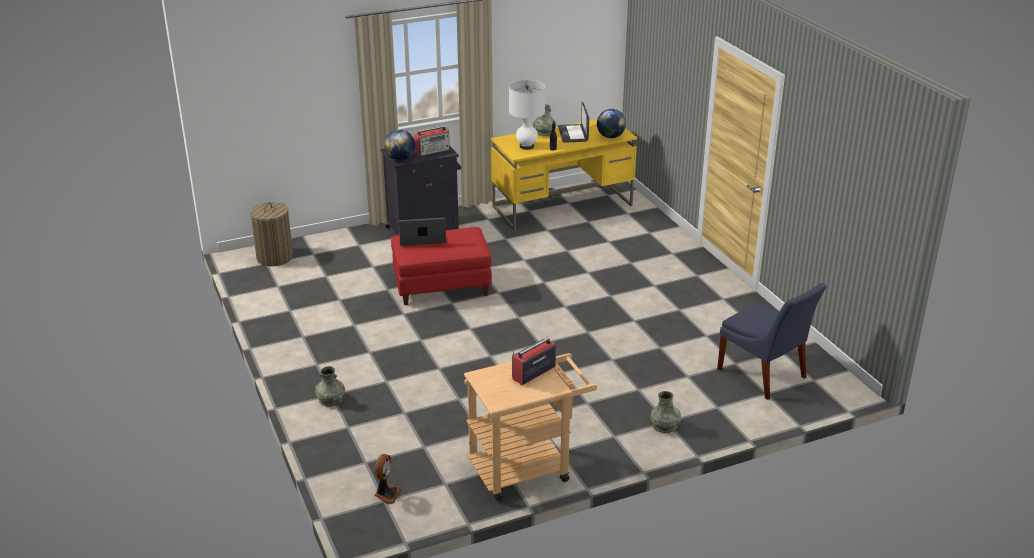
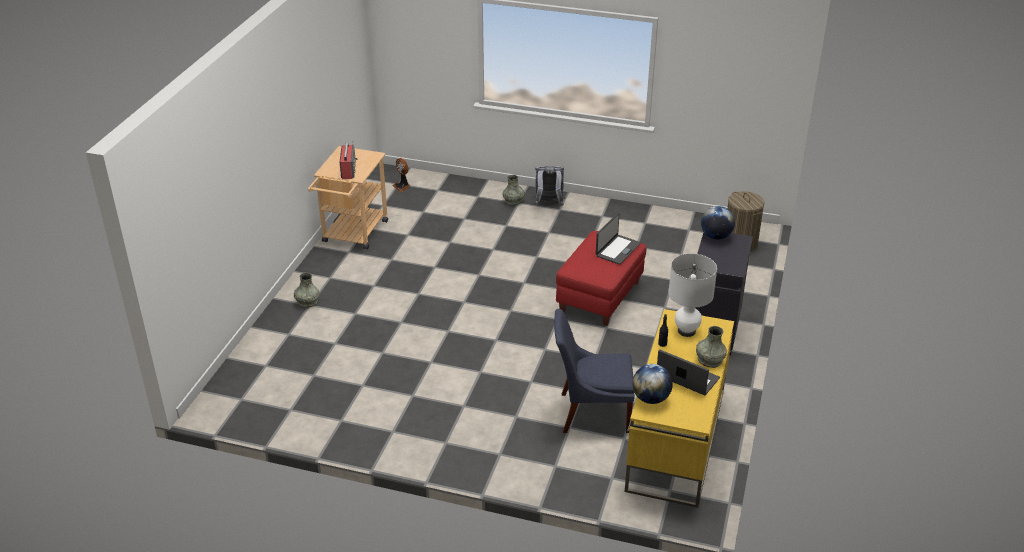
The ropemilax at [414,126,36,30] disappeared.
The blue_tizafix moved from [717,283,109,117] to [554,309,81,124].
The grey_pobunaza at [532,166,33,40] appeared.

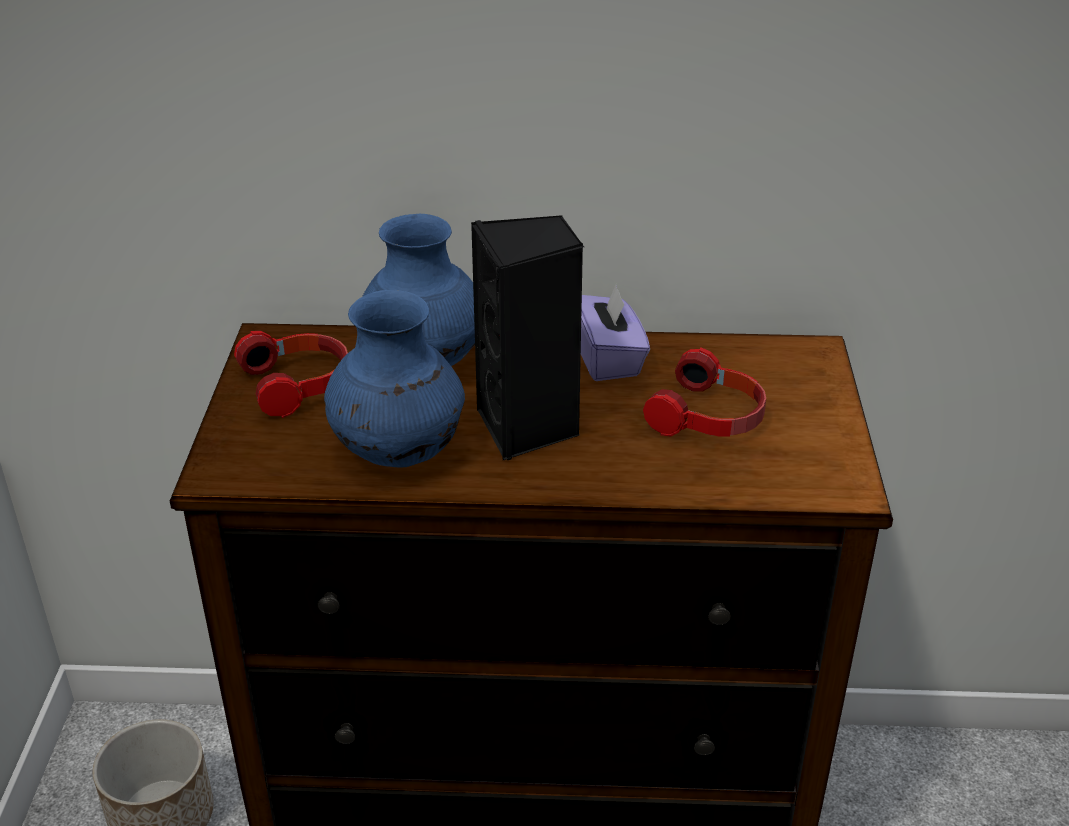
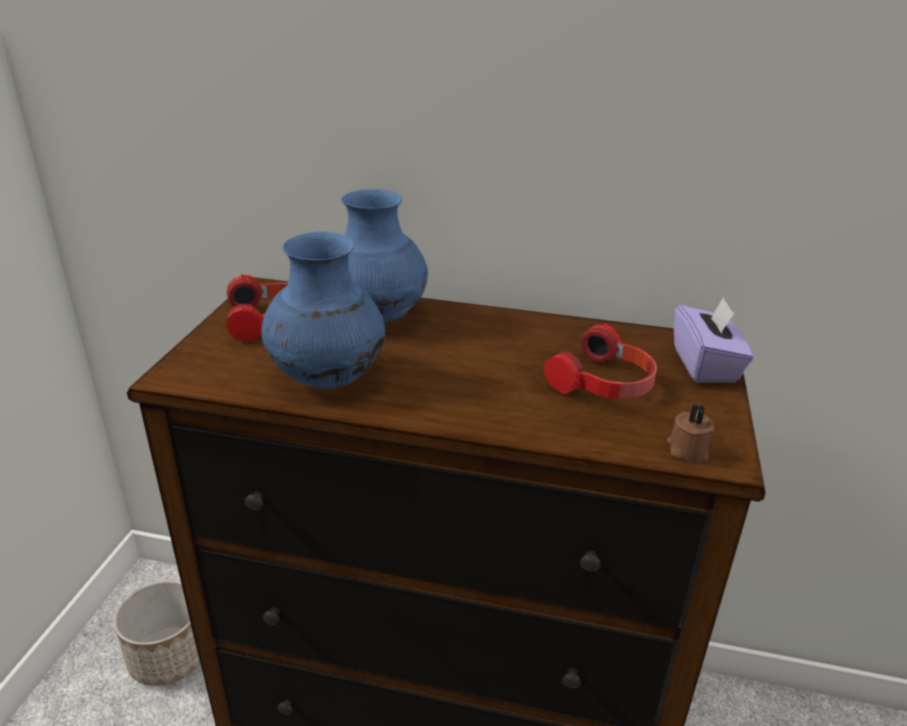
The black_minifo at [471,215,113,245] disappeared.
The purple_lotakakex moved from [581,285,69,96] to [674,297,80,86].
The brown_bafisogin at [667,403,47,59] appeared.

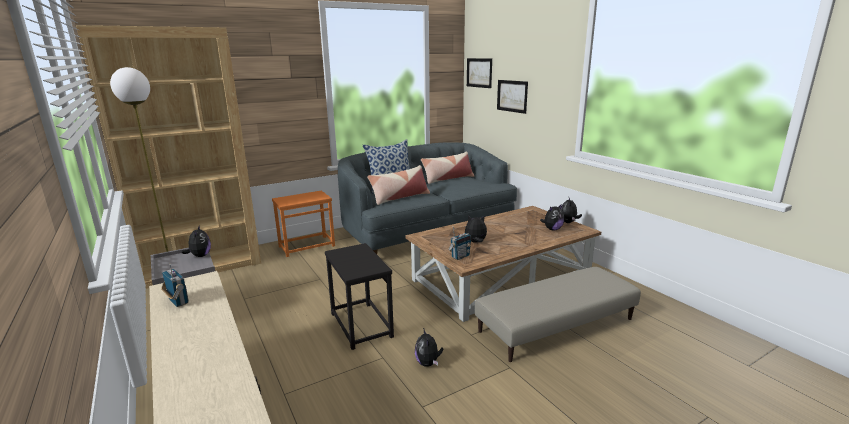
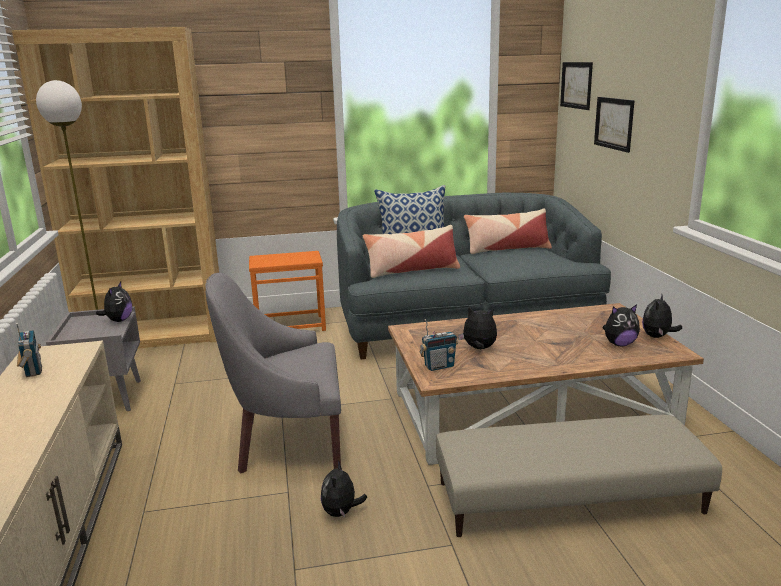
The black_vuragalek at [325,243,69,107] was replaced by the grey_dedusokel at [206,273,135,201].

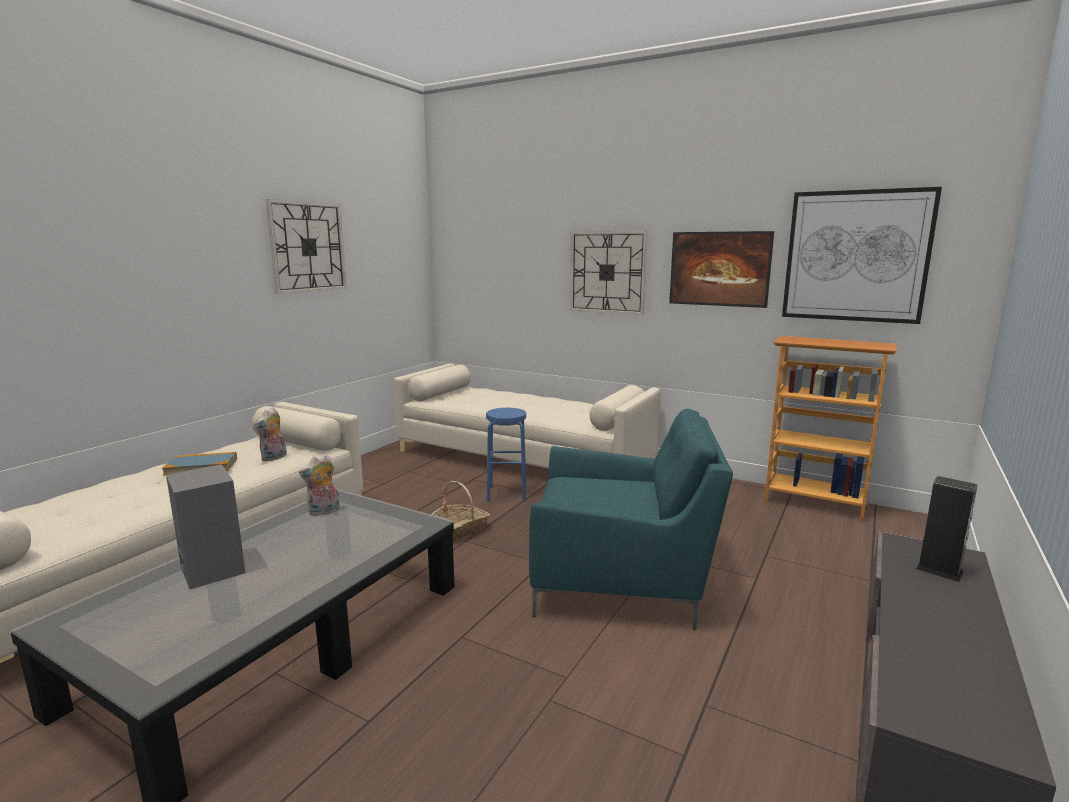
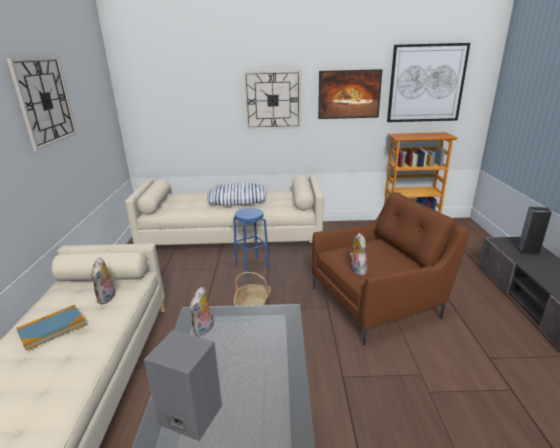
The turquoise_dedusokel at [529,409,204,221] became the brown_dedusokel at [312,192,158,154].
The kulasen at [207,183,60,23] appeared.
The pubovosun at [350,233,17,42] appeared.

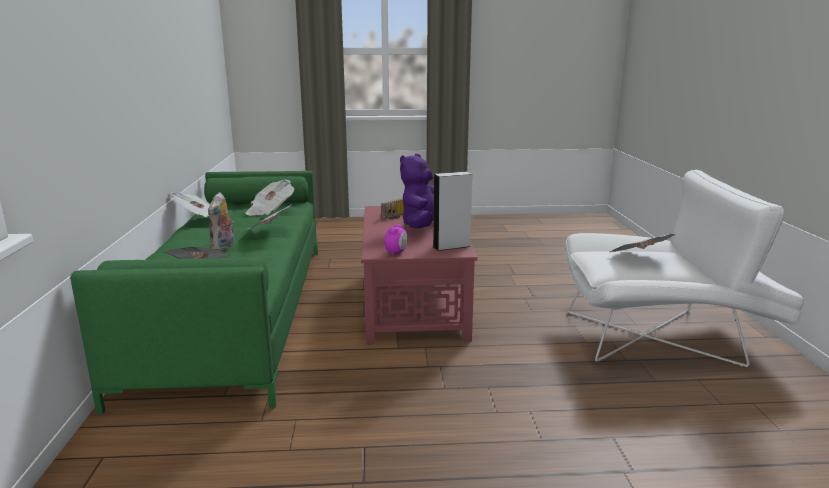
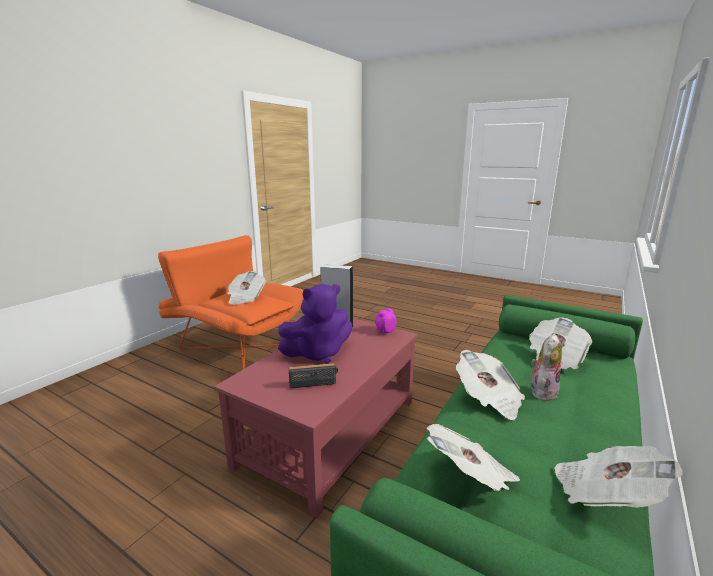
The white_dedusokel at [565,170,239,197] became the orange_dedusokel at [158,235,146,134].

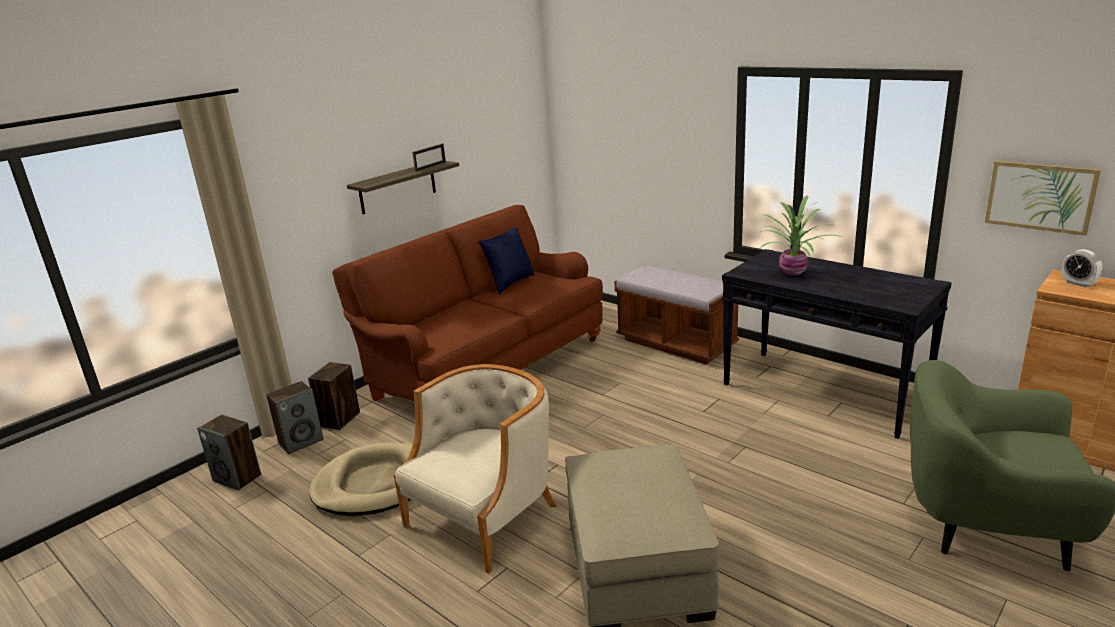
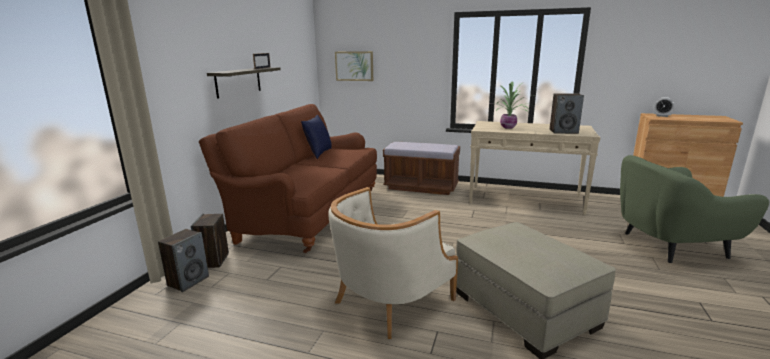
The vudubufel moved from [985,161,116,75] to [335,51,38,30].
The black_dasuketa at [722,249,230,190] became the beige_dasuketa at [469,121,131,94].
The beige_dedusokel at [393,364,164,210] turned 150 degrees counterclockwise.
The minifo moved from [197,415,64,75] to [550,93,34,41].
The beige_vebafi at [309,442,104,74] disappeared.

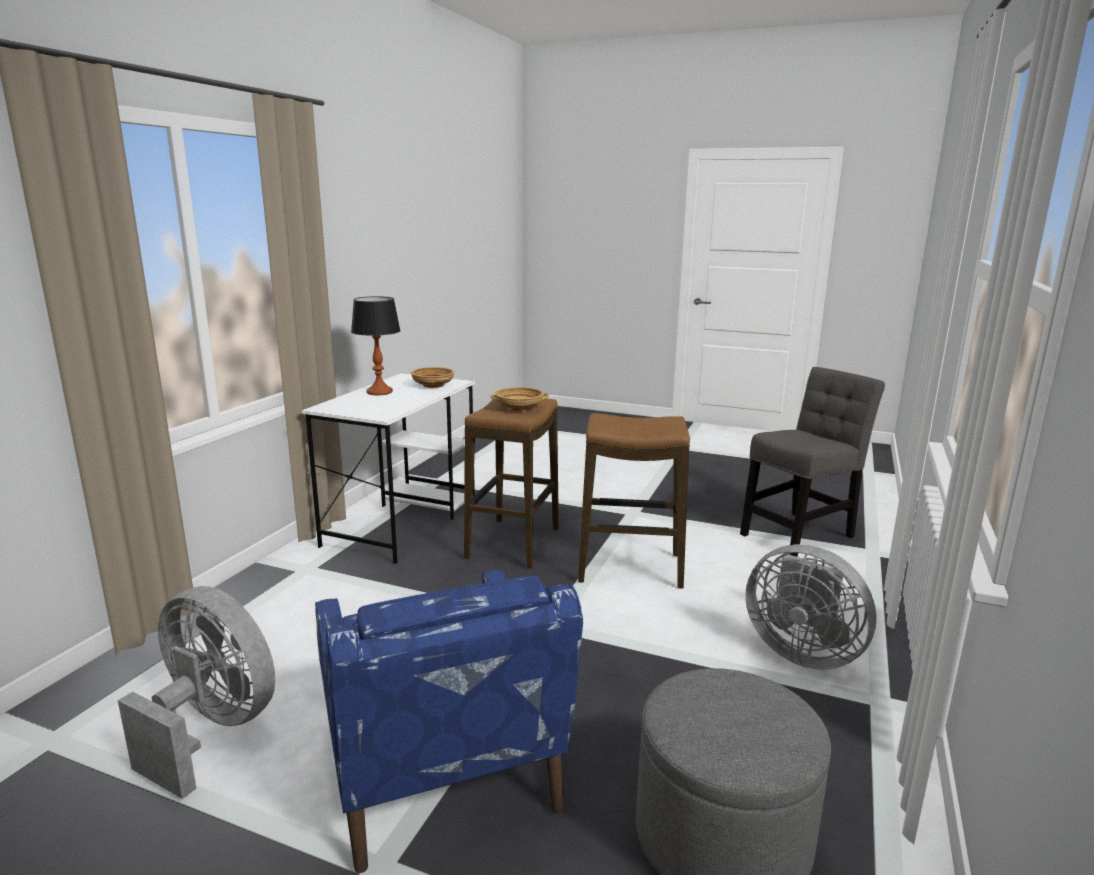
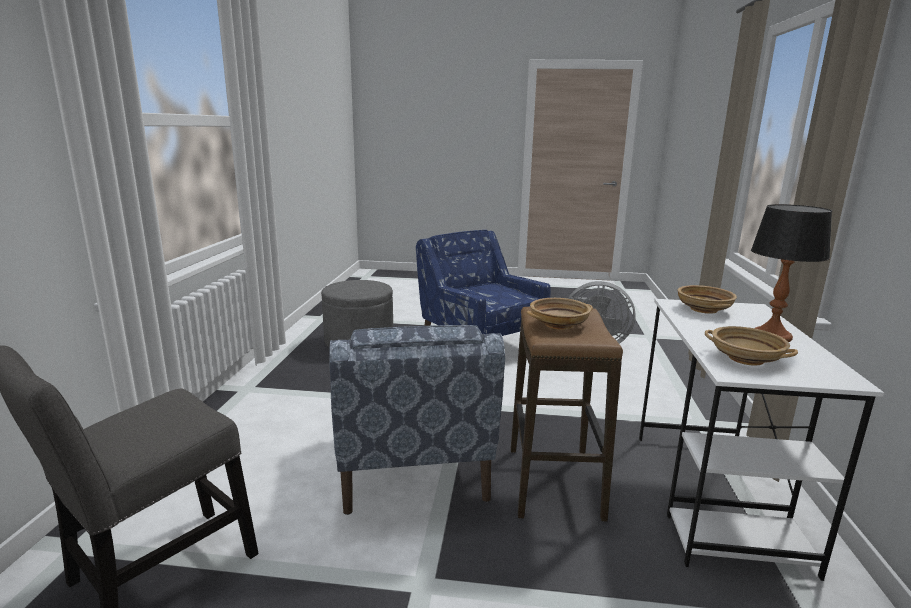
The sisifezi at [578,413,112,176] was replaced by the blue_dedusokel at [329,325,176,190].
The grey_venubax at [746,544,131,126] disappeared.
The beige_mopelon at [677,285,60,29] appeared.

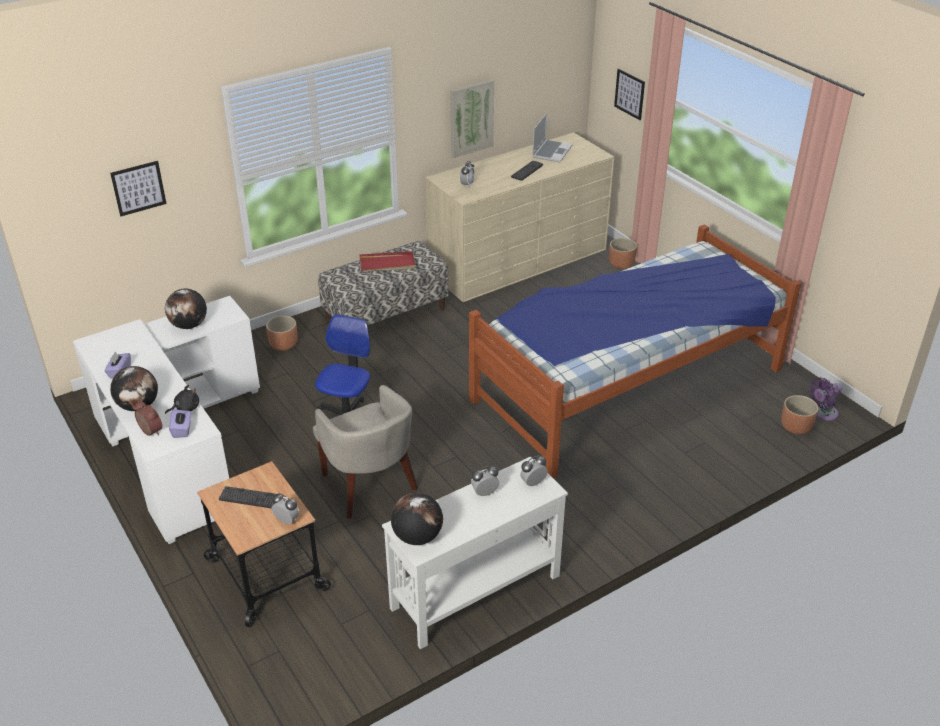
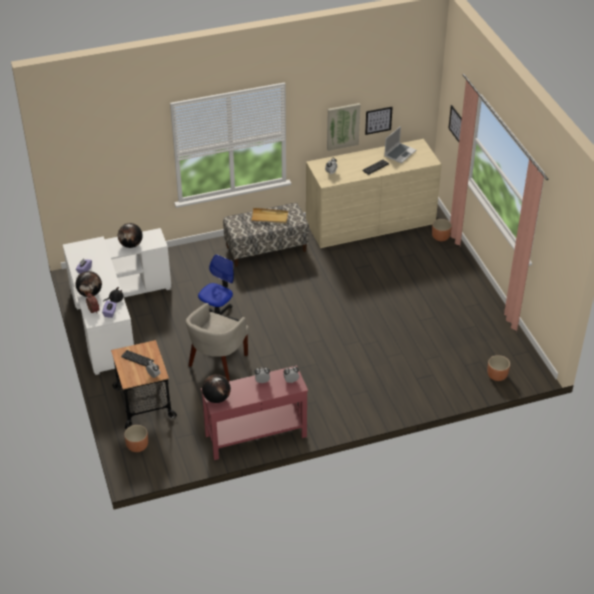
The vudubufel moved from [110,161,57,55] to [365,107,28,28].
The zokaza at [469,224,332,254] disappeared.
The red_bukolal at [359,251,57,21] became the beige_bukolal at [251,208,37,16].
The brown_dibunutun moved from [266,316,32,35] to [124,425,24,27].
The purple_venubax at [810,377,32,44] disappeared.
The beige_dedusokel at [313,385,105,133] turned 45 degrees clockwise.
The white_dasuketa at [382,457,186,192] became the red_dasuketa at [201,365,107,95].

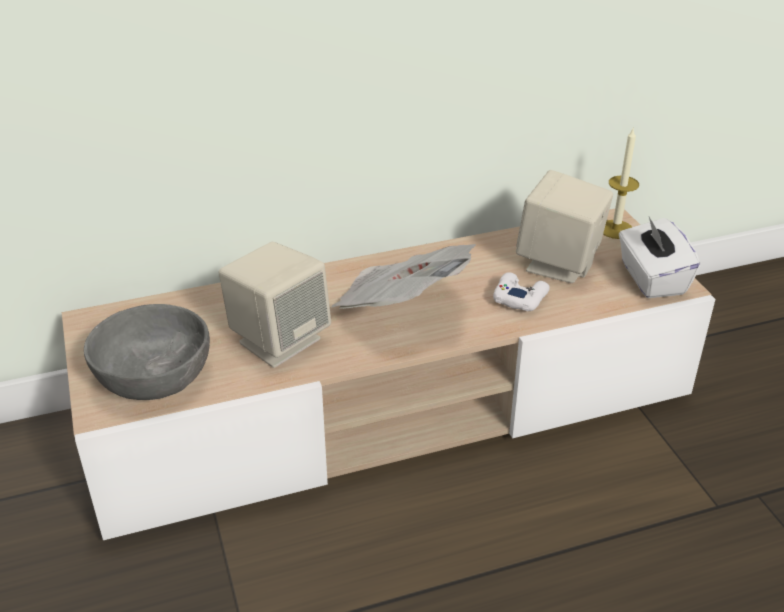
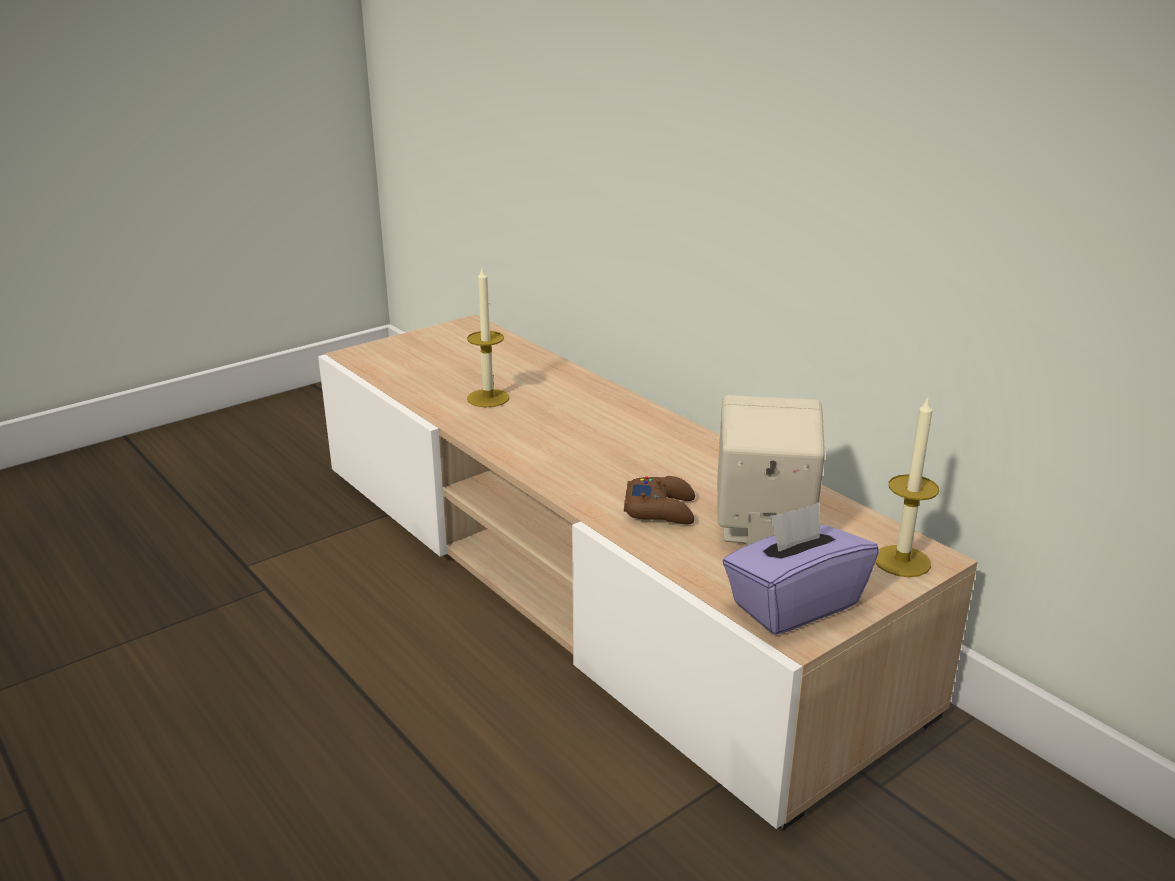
The white_lotakakex at [619,217,81,81] became the purple_lotakakex at [723,502,156,133].
The beige_minifo at [219,242,112,126] was replaced by the bafisogin at [467,266,43,141].
The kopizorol at [331,244,145,65] disappeared.
The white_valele at [493,272,57,39] became the brown_valele at [624,476,71,49].
The grey_mopelon at [84,304,126,96] disappeared.

